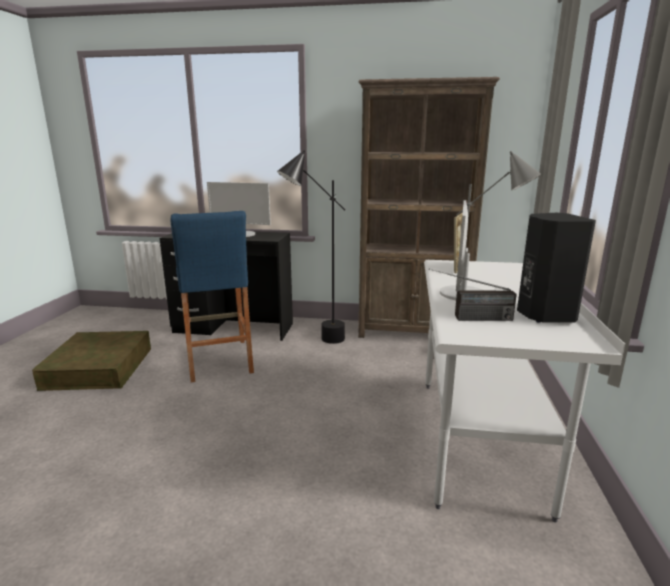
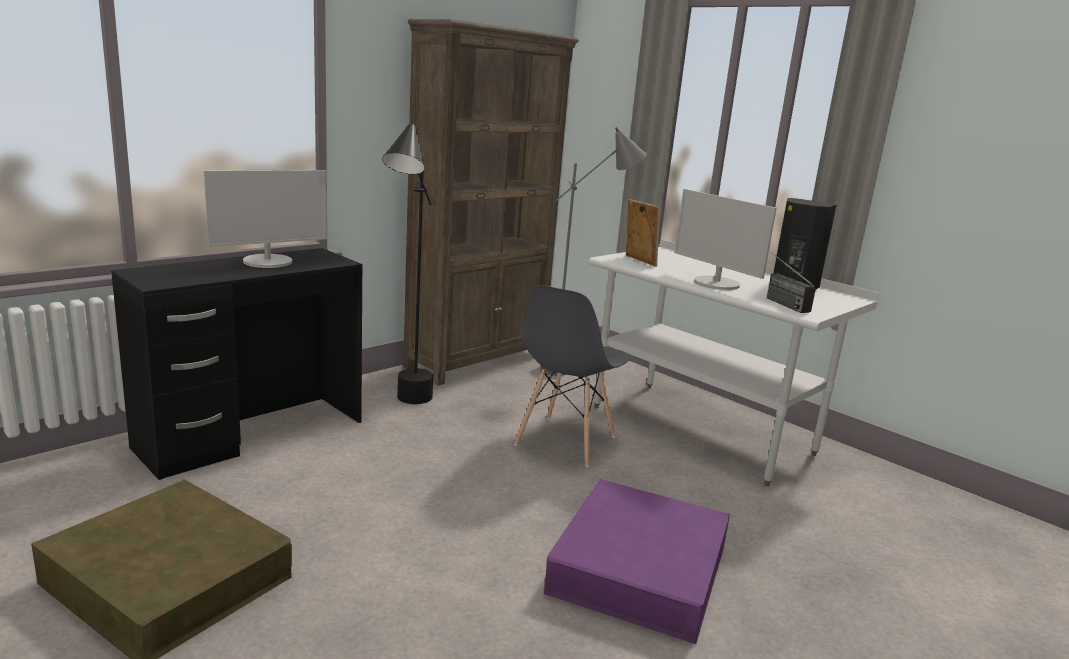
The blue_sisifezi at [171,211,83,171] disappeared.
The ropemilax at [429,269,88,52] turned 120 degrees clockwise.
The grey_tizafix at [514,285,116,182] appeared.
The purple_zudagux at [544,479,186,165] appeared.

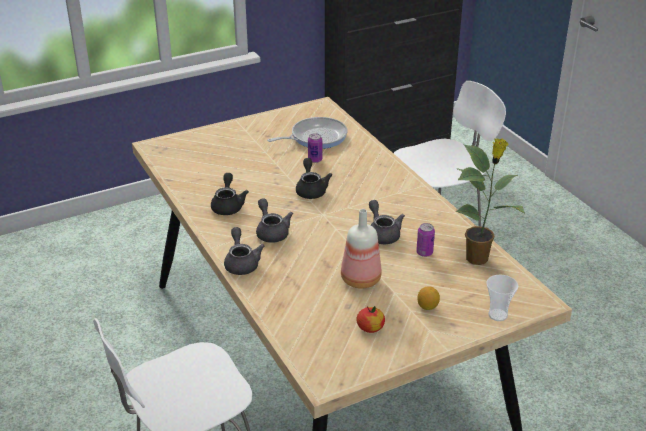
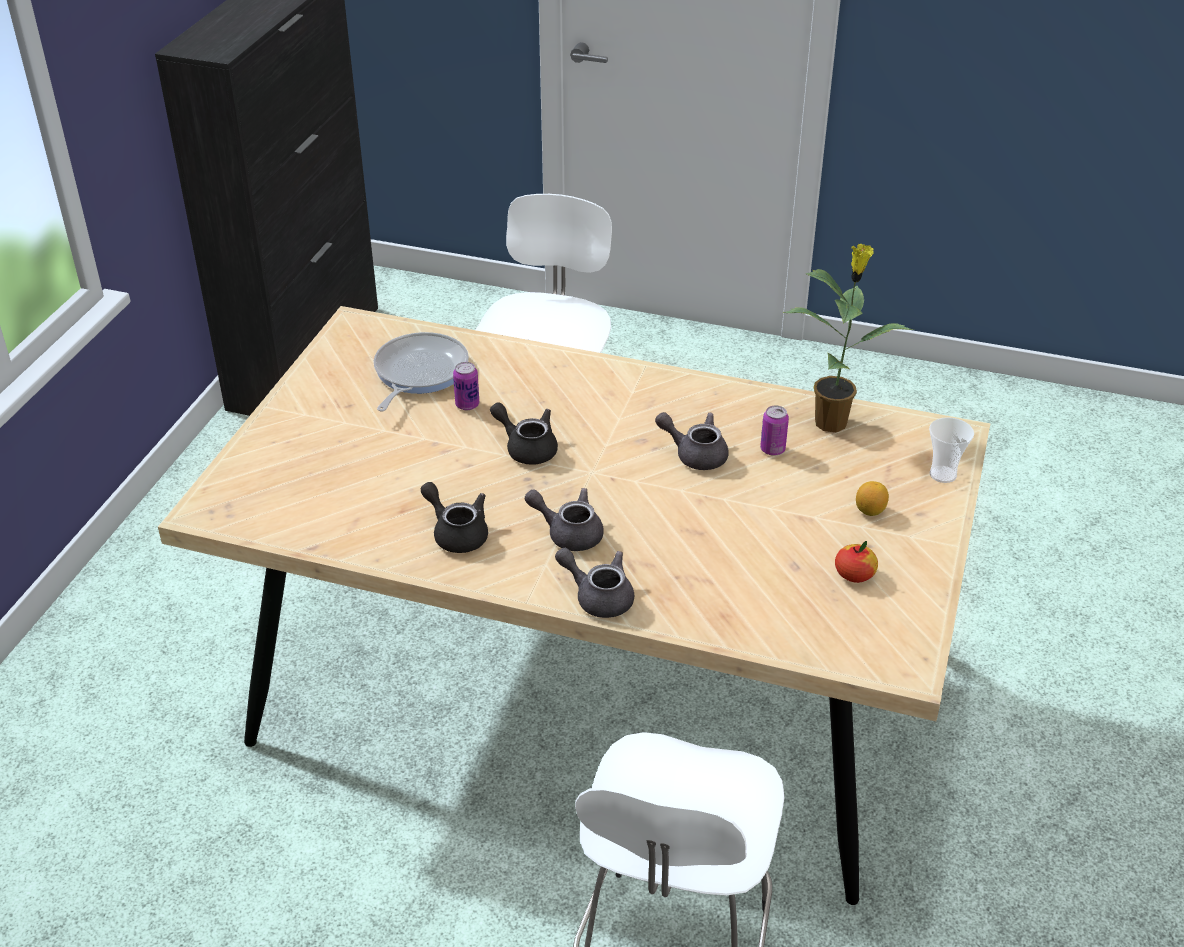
The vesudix at [341,209,41,80] disappeared.

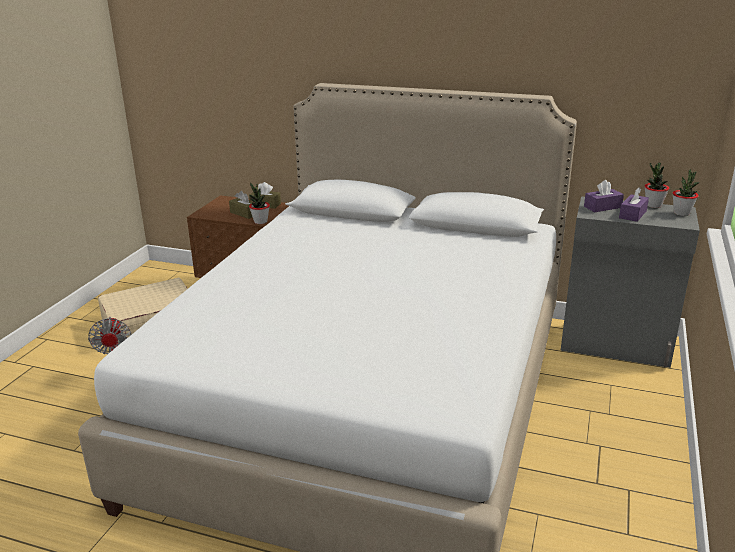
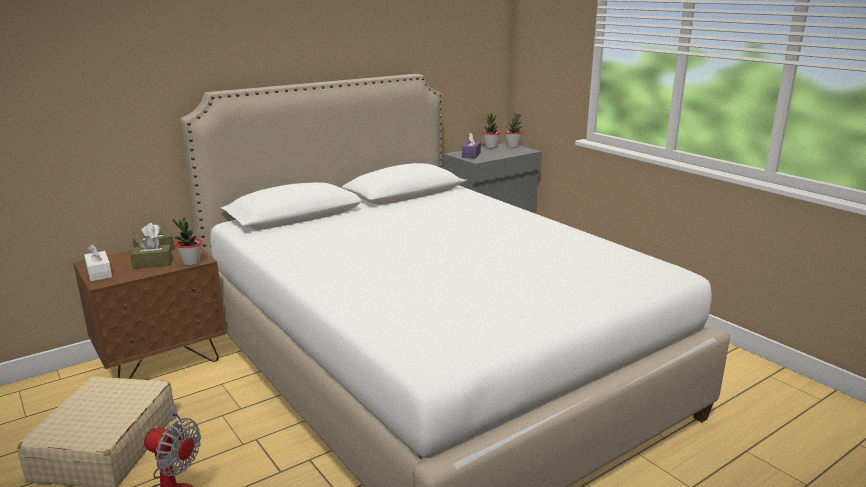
The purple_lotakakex at [619,187,30,35] disappeared.
The white_lotakakex at [84,244,28,37] appeared.

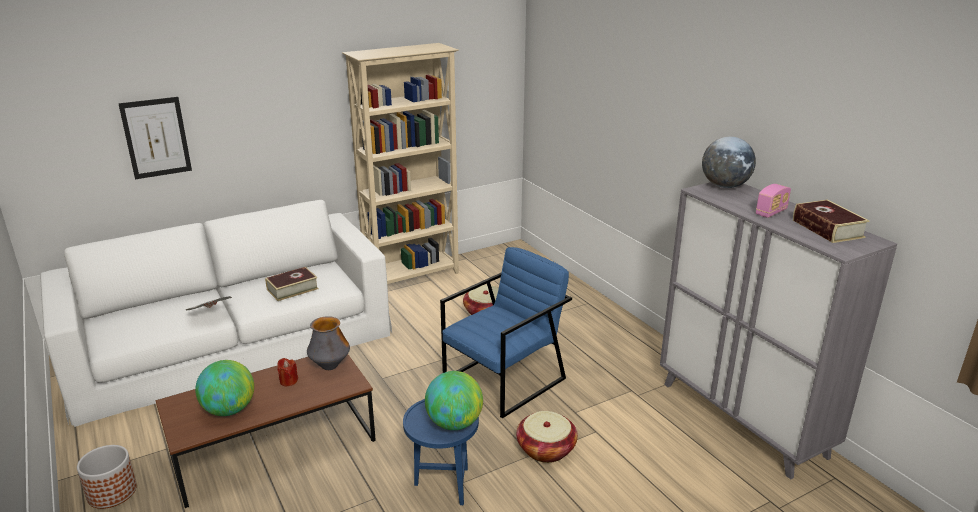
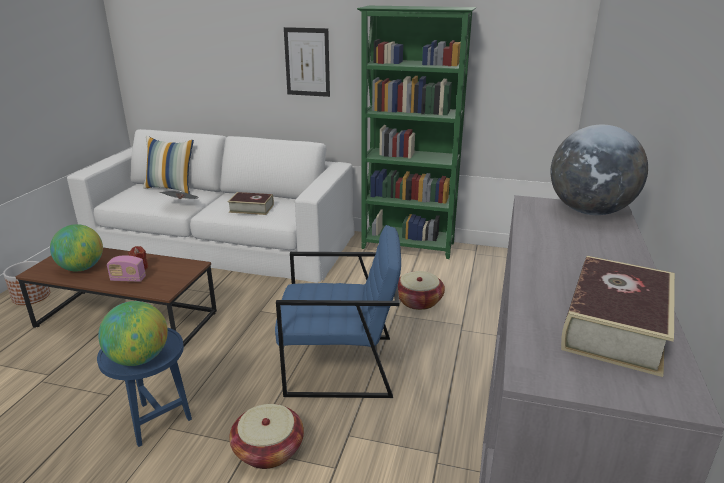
The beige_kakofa at [342,43,117,241] became the green_kakofa at [357,6,120,253].
The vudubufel moved from [118,97,74,82] to [284,27,46,70].
The ropemilax moved from [756,184,35,34] to [107,256,39,26].
The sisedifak at [307,316,43,54] disappeared.
The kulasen at [143,136,51,58] appeared.

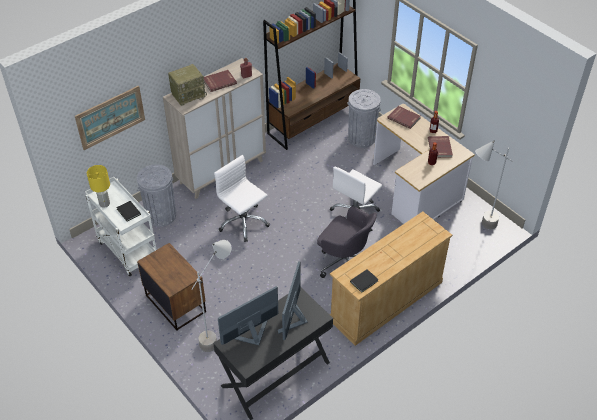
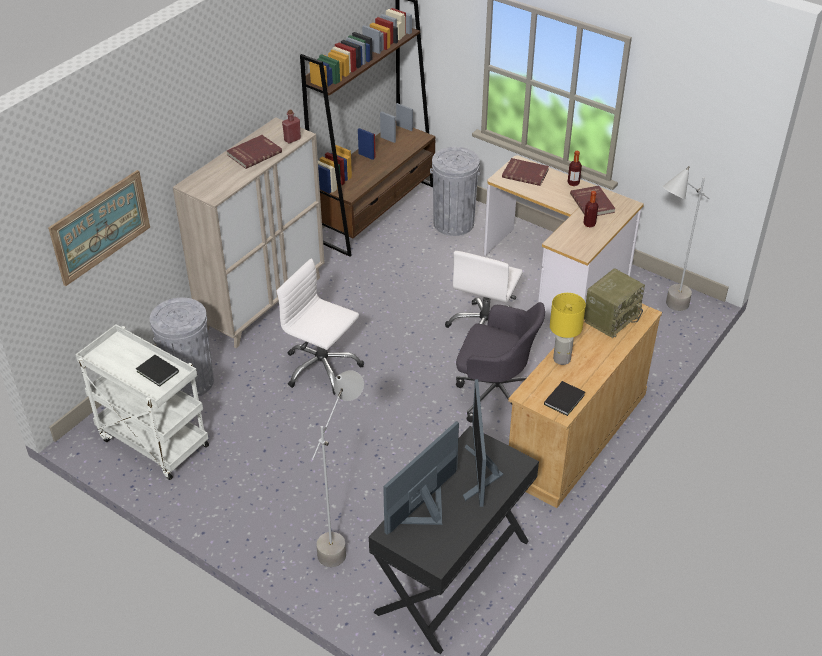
The ropemilax moved from [168,64,39,42] to [584,268,61,70].
The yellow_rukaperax moved from [87,165,23,43] to [550,293,36,72].
The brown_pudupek at [137,243,69,88] disappeared.

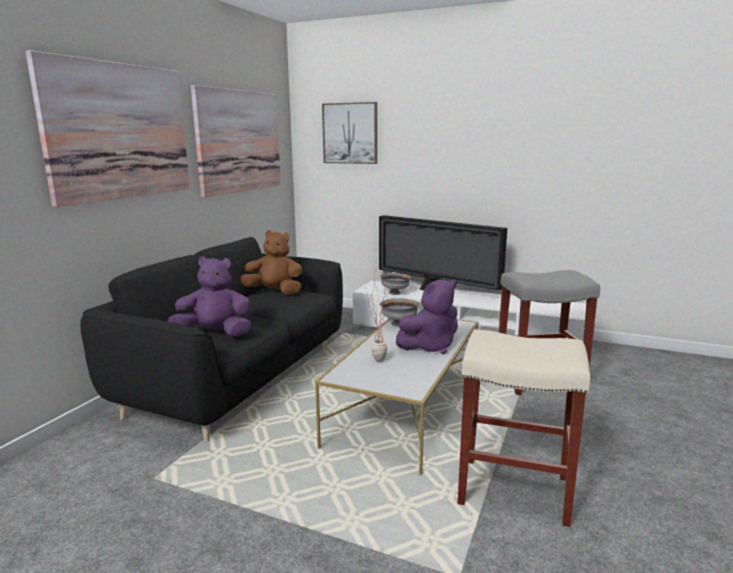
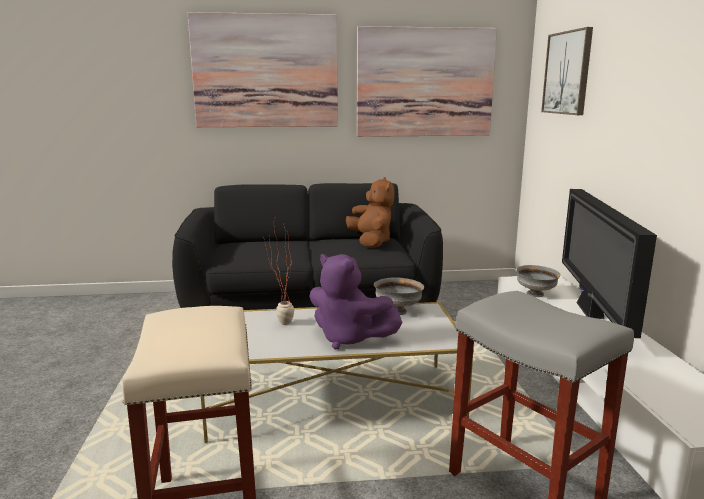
The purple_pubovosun at [168,256,83,81] disappeared.

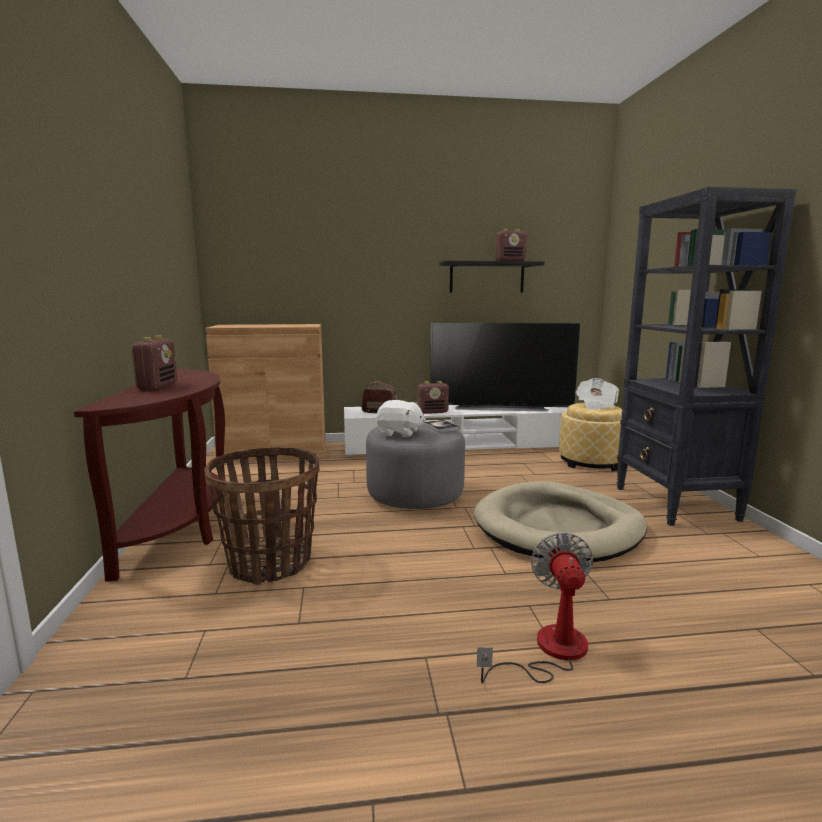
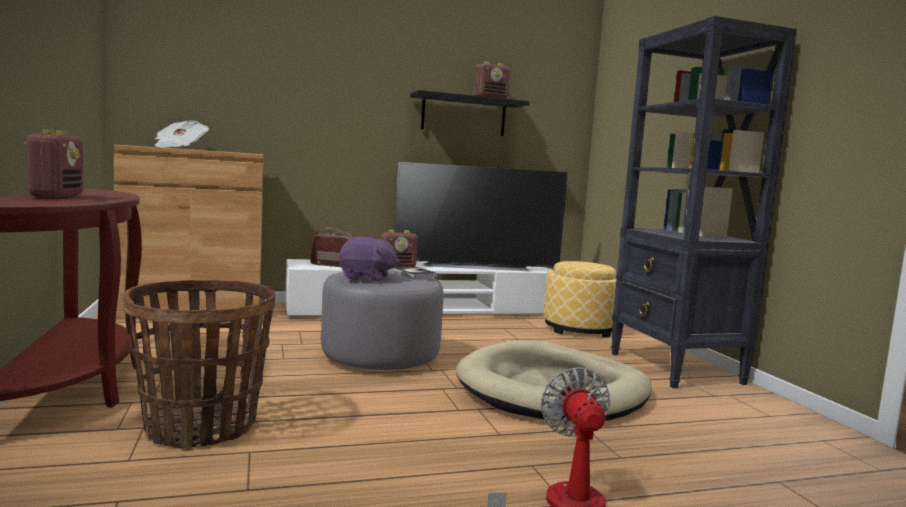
The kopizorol moved from [575,378,44,32] to [155,120,54,27].
The white_pubovosun at [376,400,50,38] became the purple_pubovosun at [339,237,61,45].

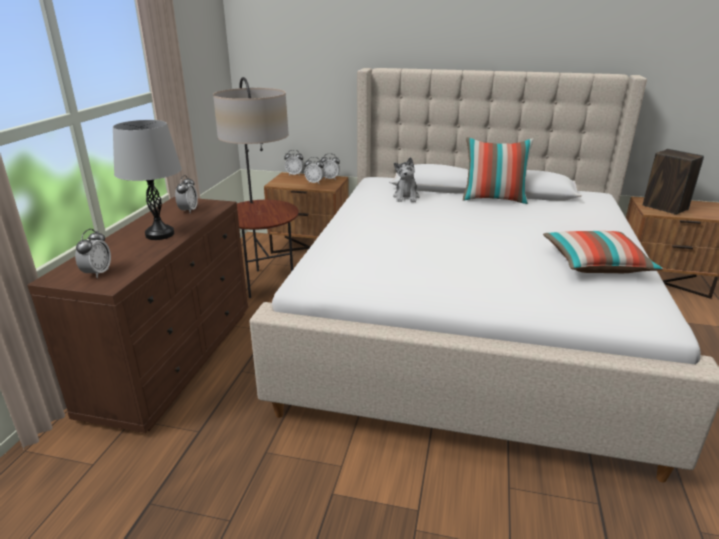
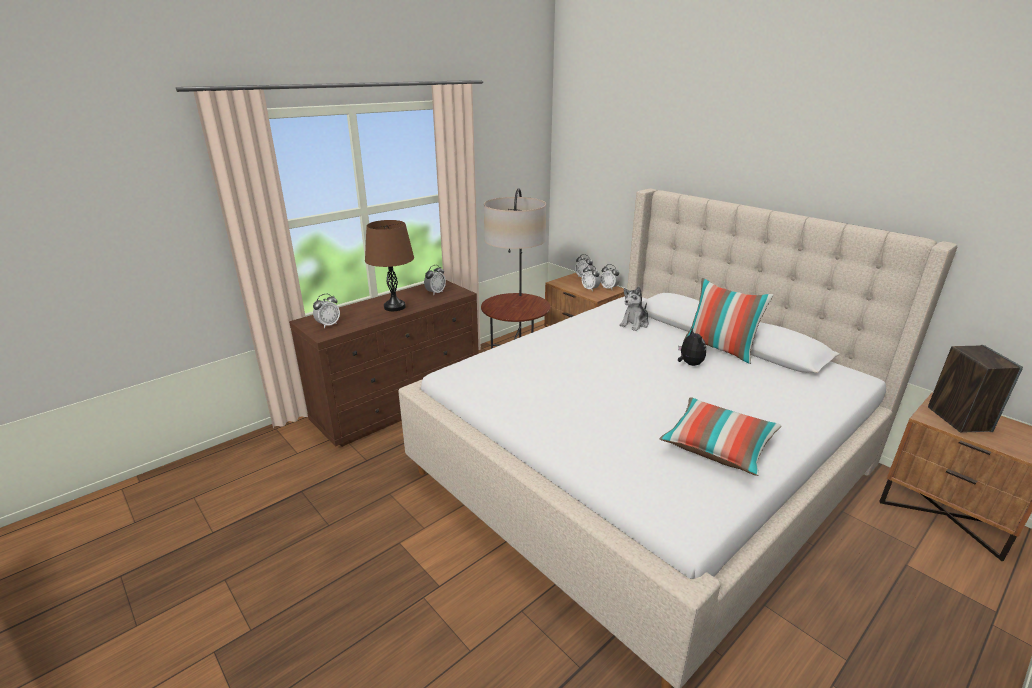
The grey_rukaperax at [113,120,69,120] became the brown_rukaperax at [365,220,49,91].
The pubovosun at [678,328,28,38] appeared.

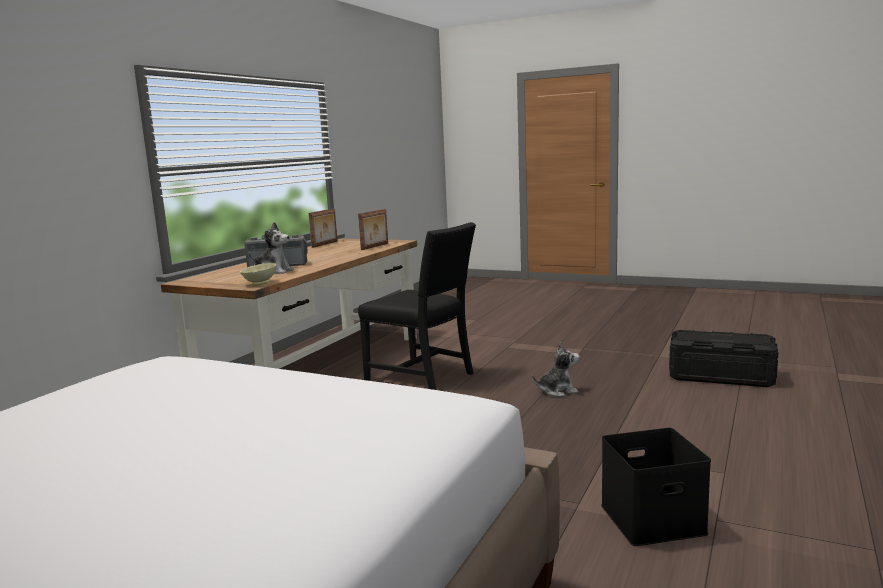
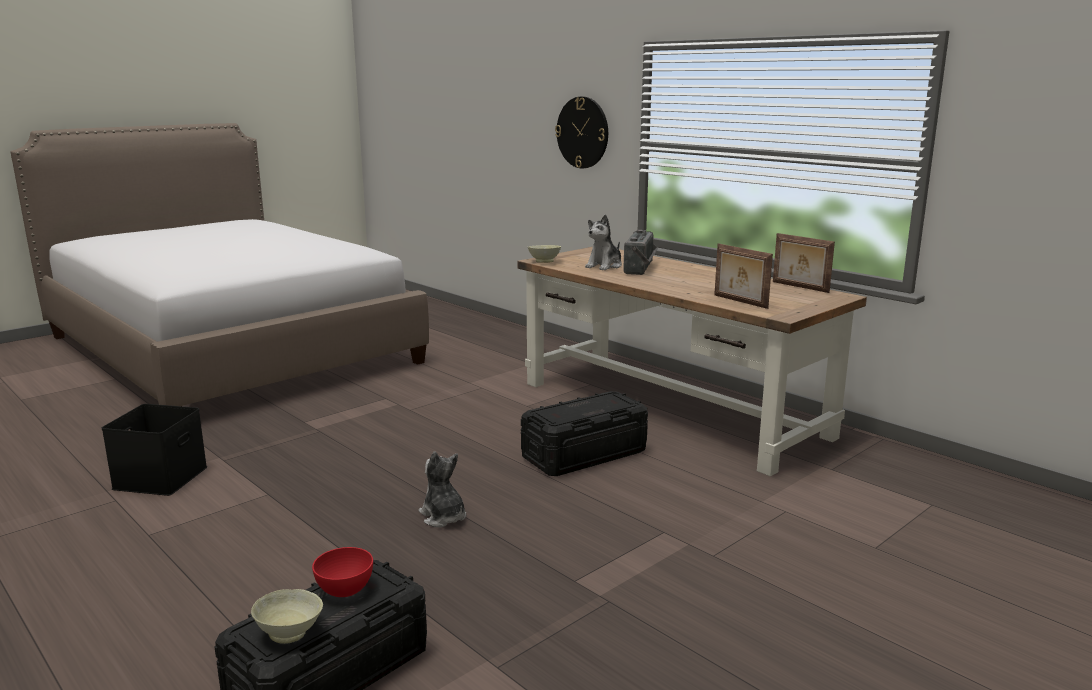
The black_tizafix at [358,222,118,168] was replaced by the black_zudagux at [521,391,127,85].
The pubovosun at [532,342,48,55] turned 135 degrees clockwise.
The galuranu at [555,97,53,71] appeared.
The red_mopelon at [312,547,61,50] appeared.
The beige_mopelon at [251,589,72,55] appeared.

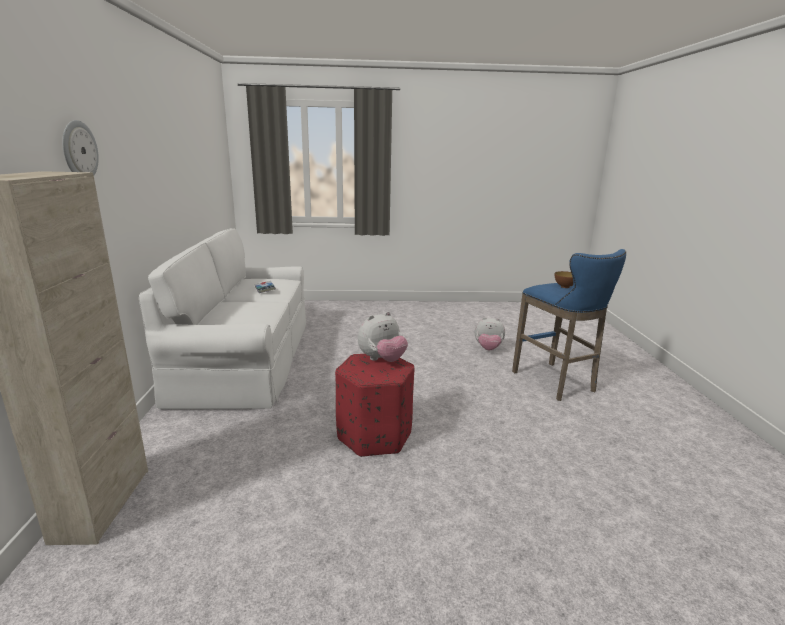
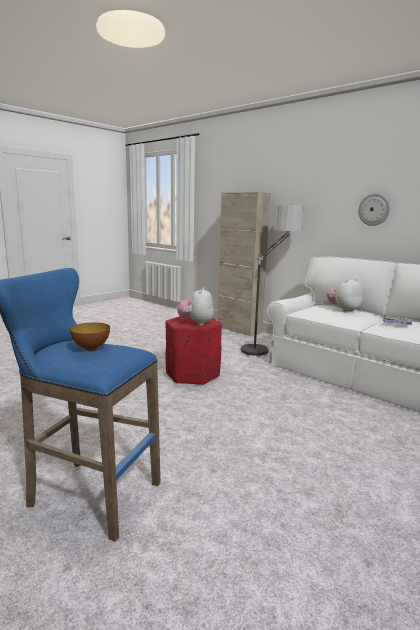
The galuranu moved from [62,120,37,55] to [358,193,32,33].
The pubovosun moved from [475,317,30,33] to [327,278,36,34].
The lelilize at [241,205,62,152] appeared.

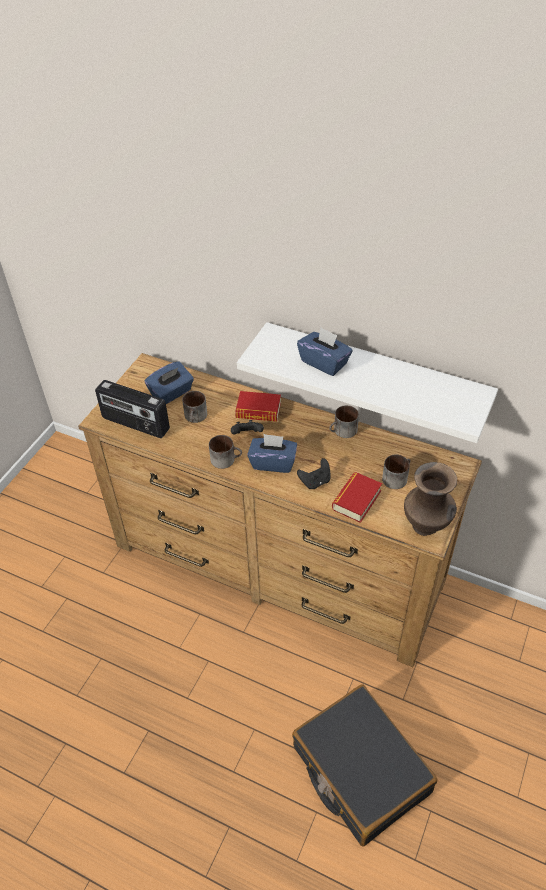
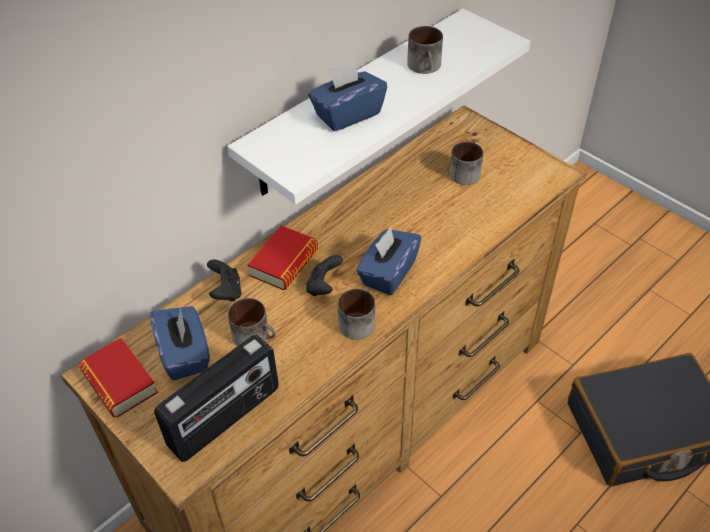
The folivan moved from [329,405,30,33] to [407,26,36,48].
The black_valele moved from [297,458,34,31] to [207,259,35,42].
The brown_sisedifak at [404,462,53,74] disappeared.
The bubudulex moved from [332,472,50,51] to [78,338,80,79].

